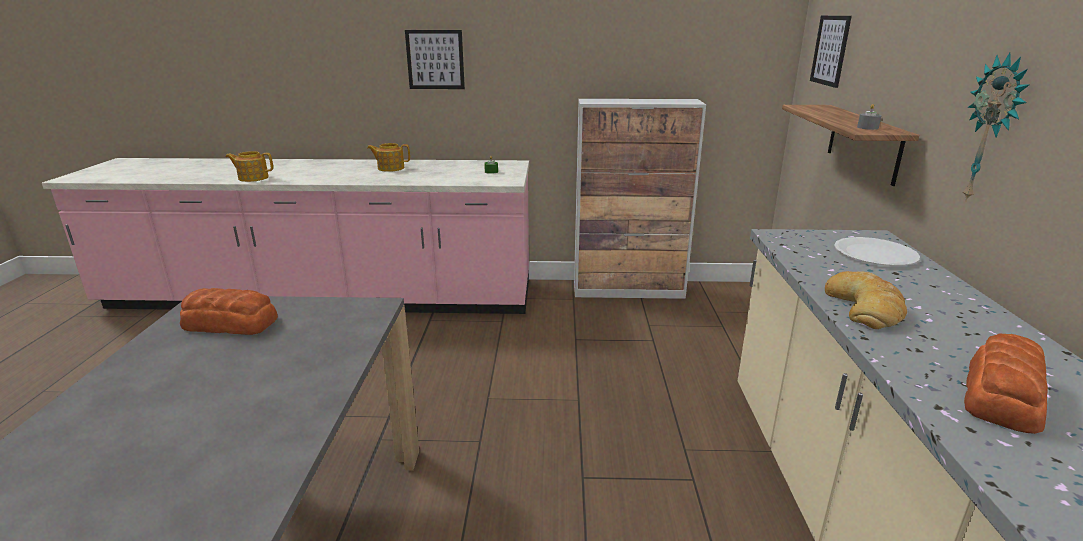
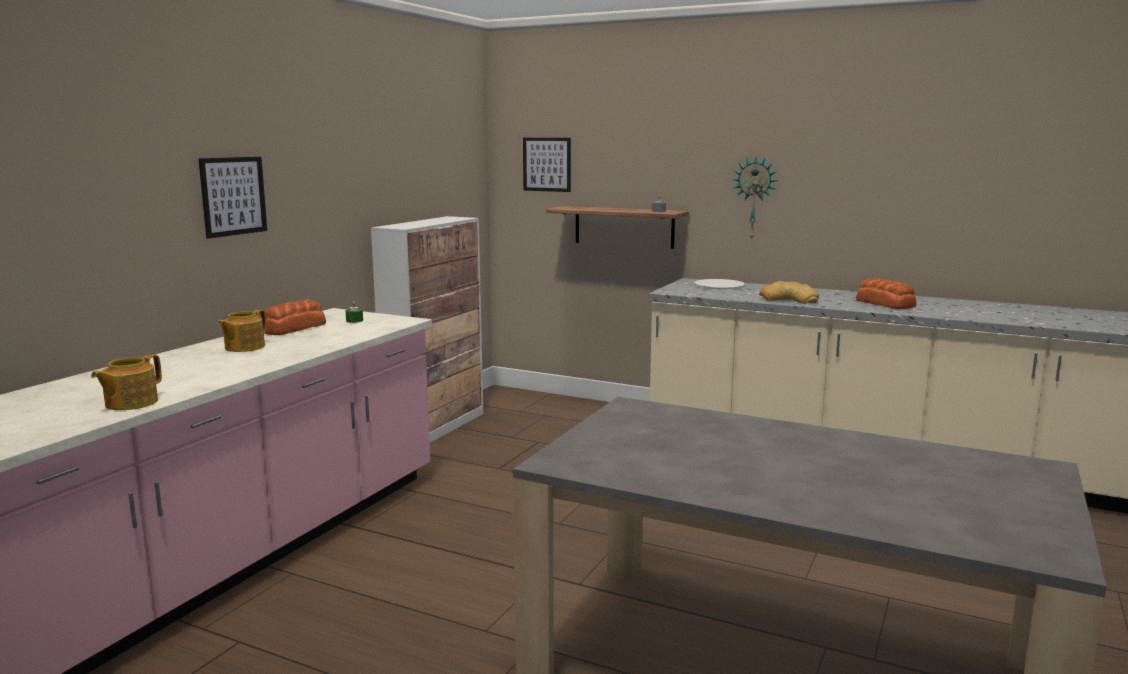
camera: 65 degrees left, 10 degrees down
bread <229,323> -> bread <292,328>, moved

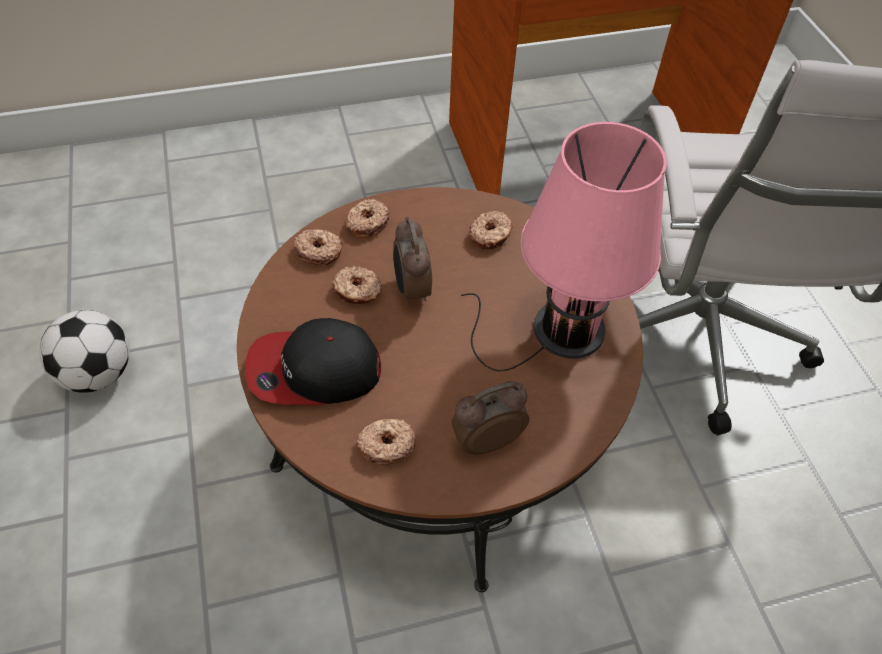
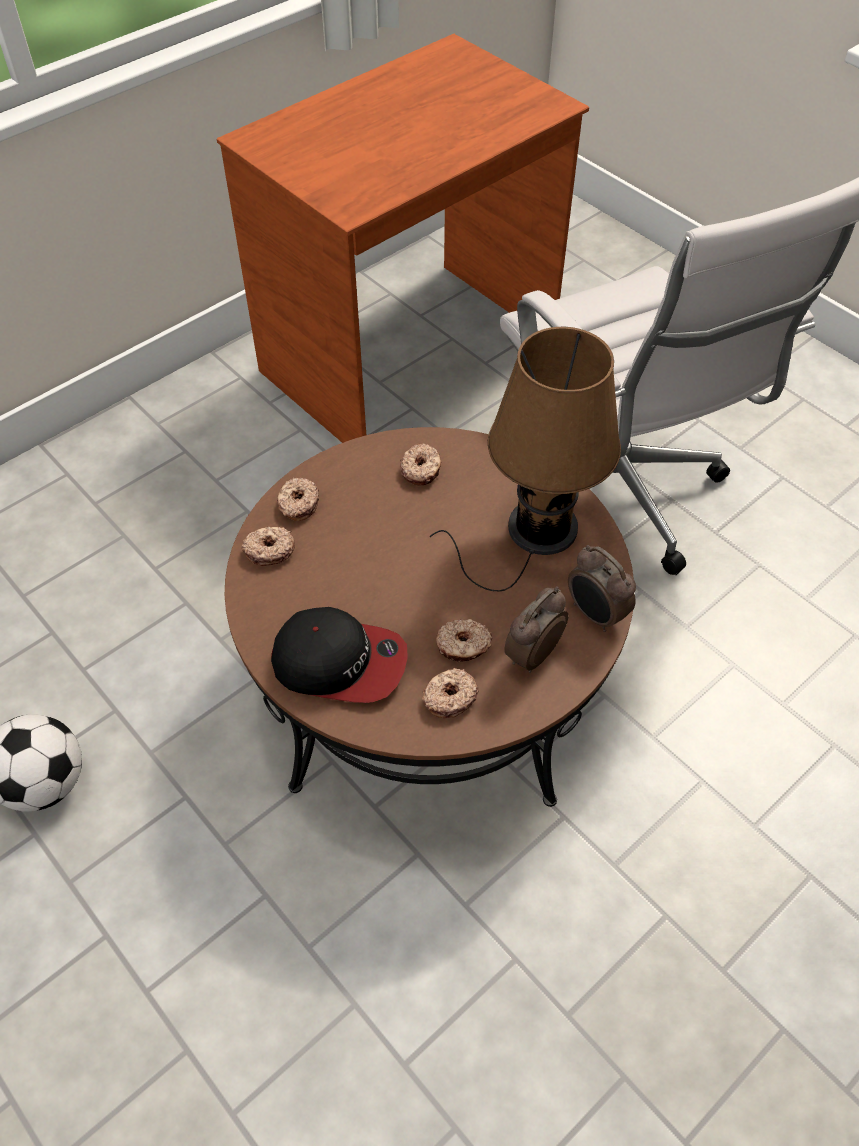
camera: 25 degrees left, 0 degrees up
cap <313,370> -> cap <340,662>, 135 degrees counterclockwise
donut <357,291> -> donut <463,646>, moved
alarm clock <411,290> -> alarm clock <595,615>, moved
pink table lamp <559,331> -> brown table lamp <535,532>

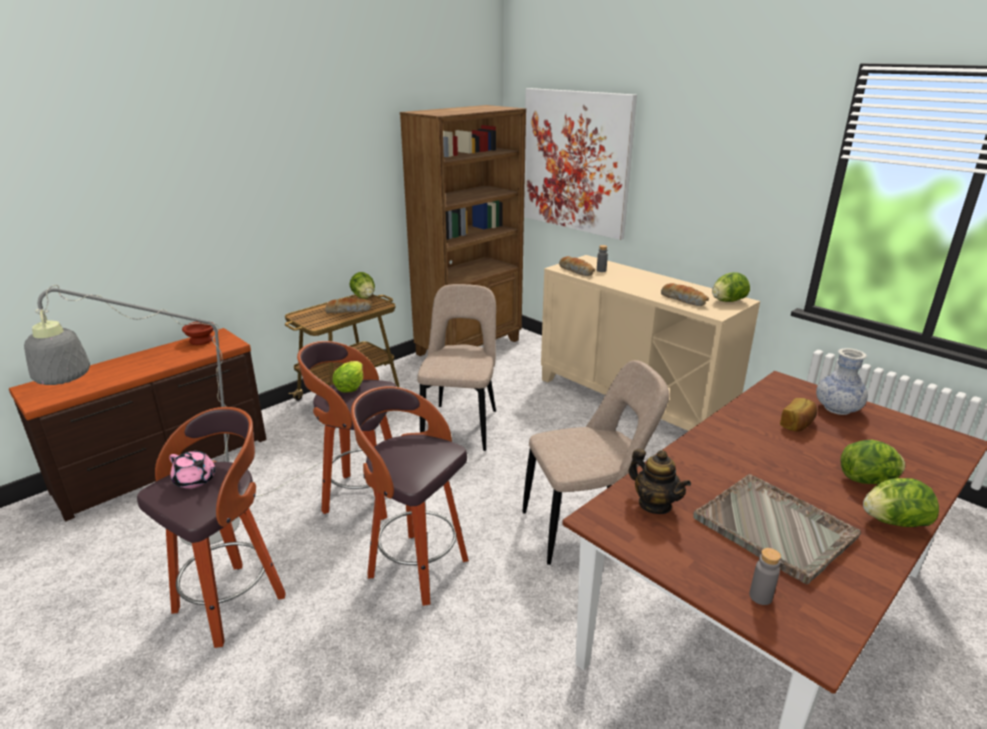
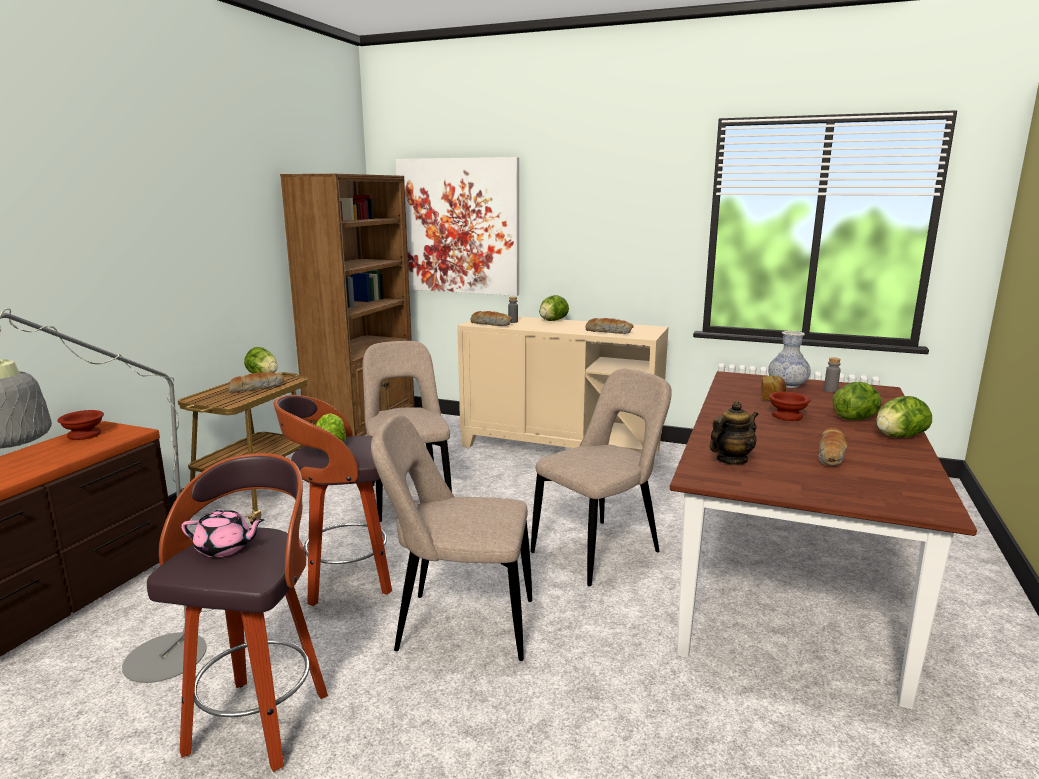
camera: 25 degrees left, 10 degrees down
stool <416,567> -> beige chair <459,625>
teapot <655,504> -> teapot <731,460>, 60 degrees counterclockwise
grey tray <775,528> -> bread <831,455>
lettuce <728,301> -> lettuce <552,320>, moved
grey bottle <760,596> -> grey bottle <830,390>, moved
none -> brown bowl <786,416>

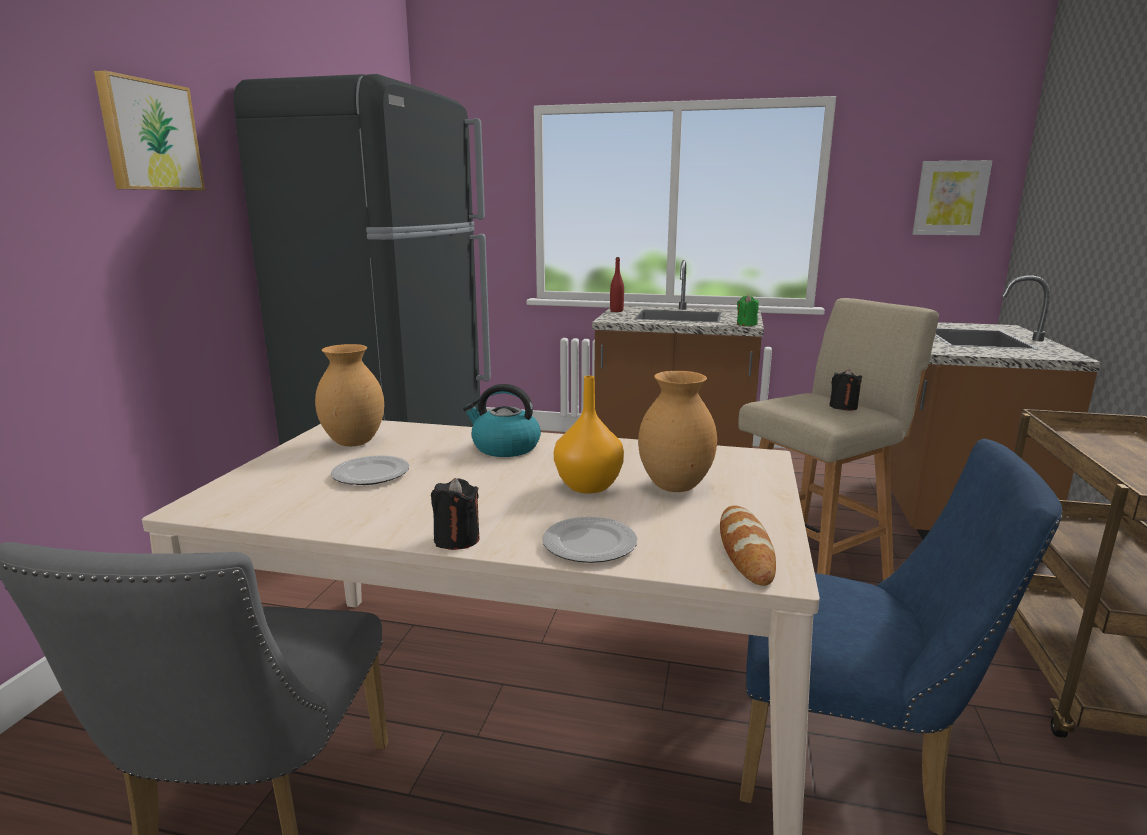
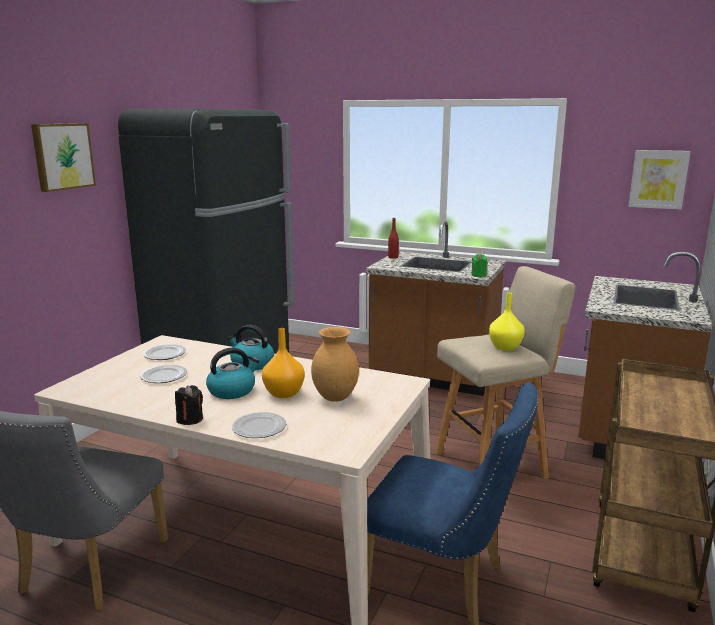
camera: 10 degrees right, 0 degrees up
brown vase <355,442> -> plate <165,354>
bread <745,550> -> none
black candle <843,407> -> yellow vase <505,347>
none -> kettle <232,391>

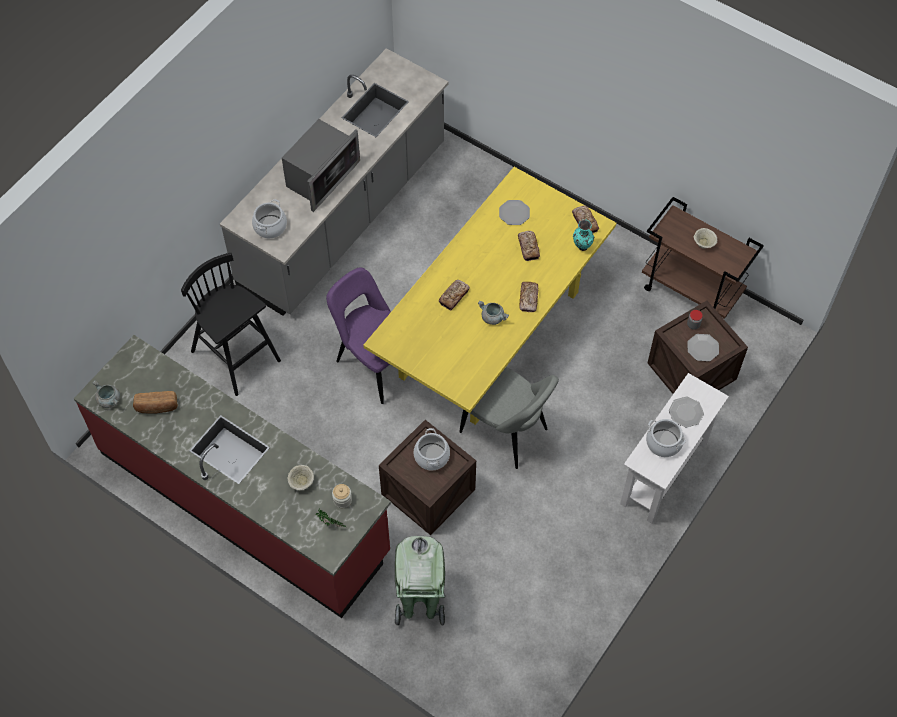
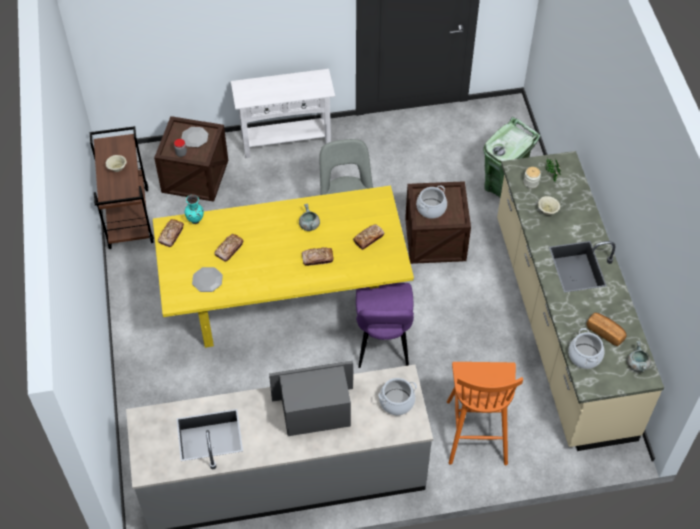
camera: 135 degrees left, 5 degrees down
red counter <244,501> -> beige counter <561,326>
black stool <237,357> -> orange stool <476,431>
bread <528,299> -> bread <368,238>, moved
cooking pot <663,443> -> cooking pot <584,356>, moved
plate <686,412> -> none

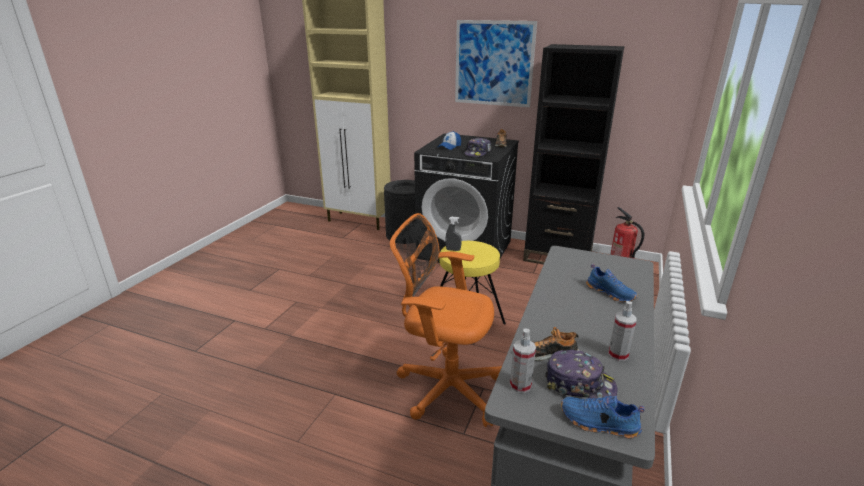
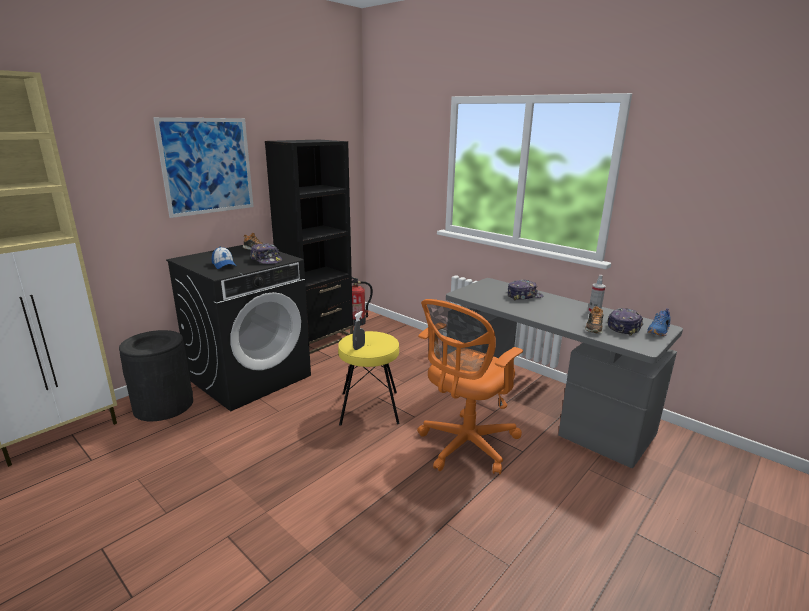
camera: 70 degrees left, 5 degrees down
spray bottle <520,385> -> none
blue shoe <611,293> -> cap <524,296>

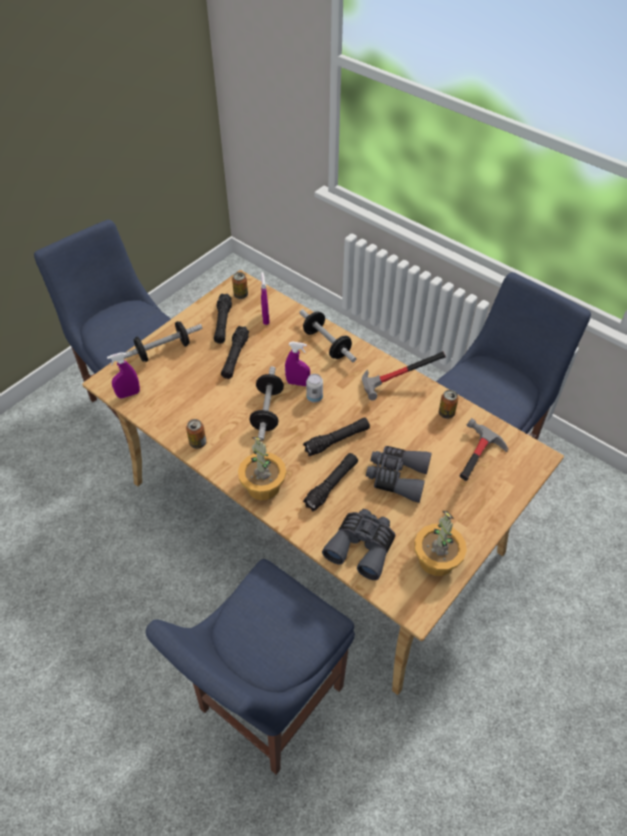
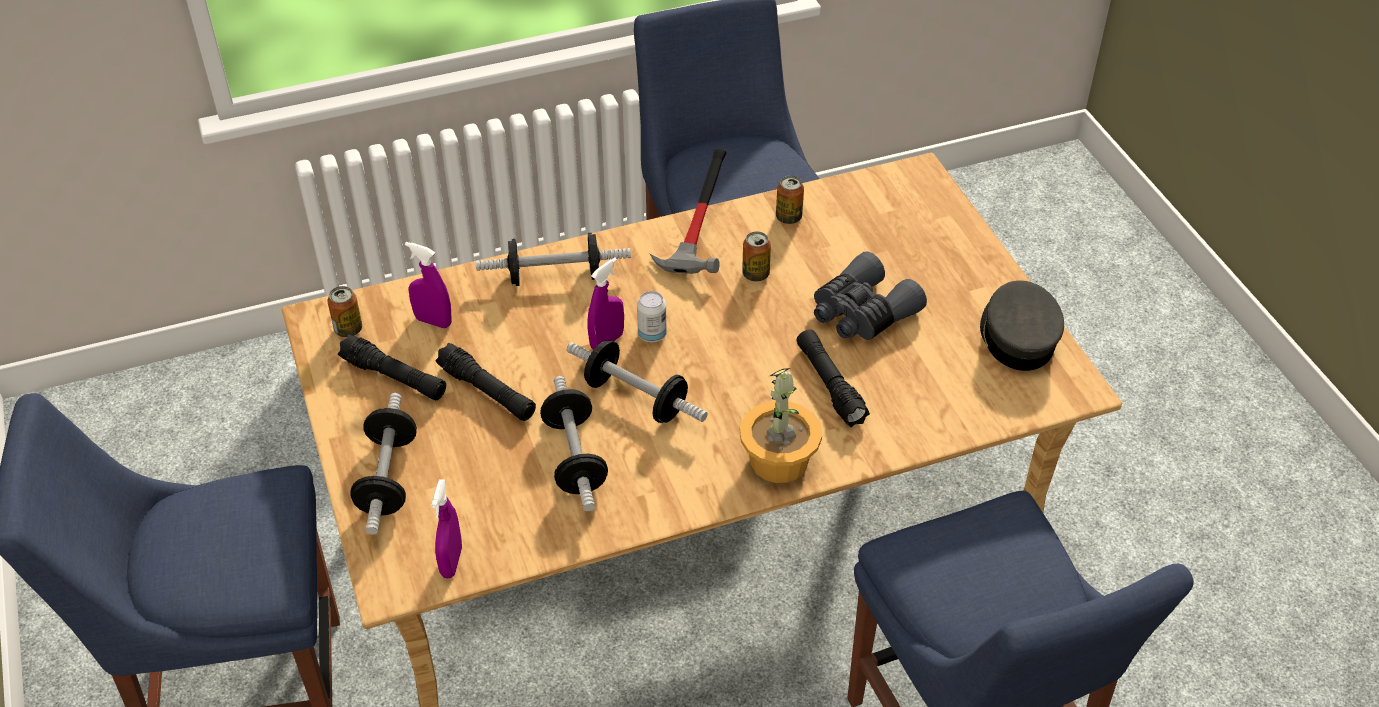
camera: 60 degrees left, 5 degrees down
can <198,443> -> can <755,274>, moved
black flashlight <337,440> -> none
grey binoculars <362,546> -> none
potted plant <436,560> -> grey cap <1016,337>
hammer <472,459> -> none
none -> dumbbell <575,458>

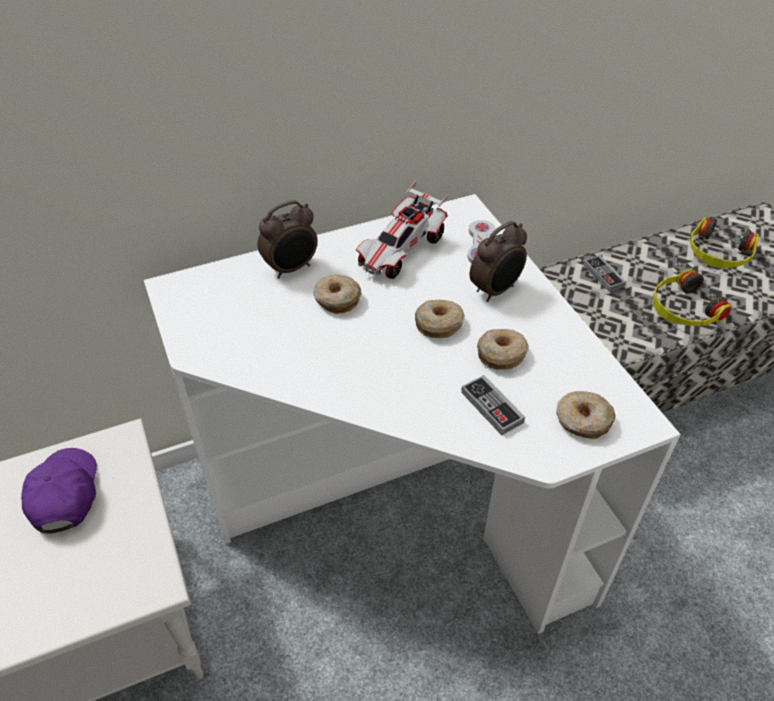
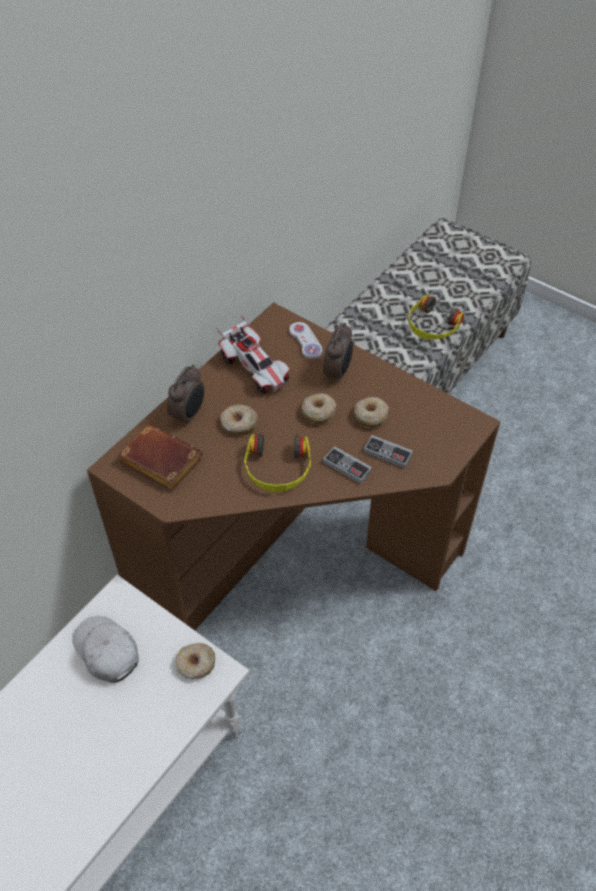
camera: 30 degrees left, 5 degrees up
purple cap <64,494> -> white cap <107,652>
white desk <397,504> -> brown desk <292,553>
toy car <401,251> -> toy car <255,369>, 45 degrees counterclockwise
donut <582,421> -> donut <196,664>, moved
game controller <603,275> -> game controller <347,467>, moved
headphones <718,253> -> headphones <277,469>, moved
none -> brown book <158,462>

